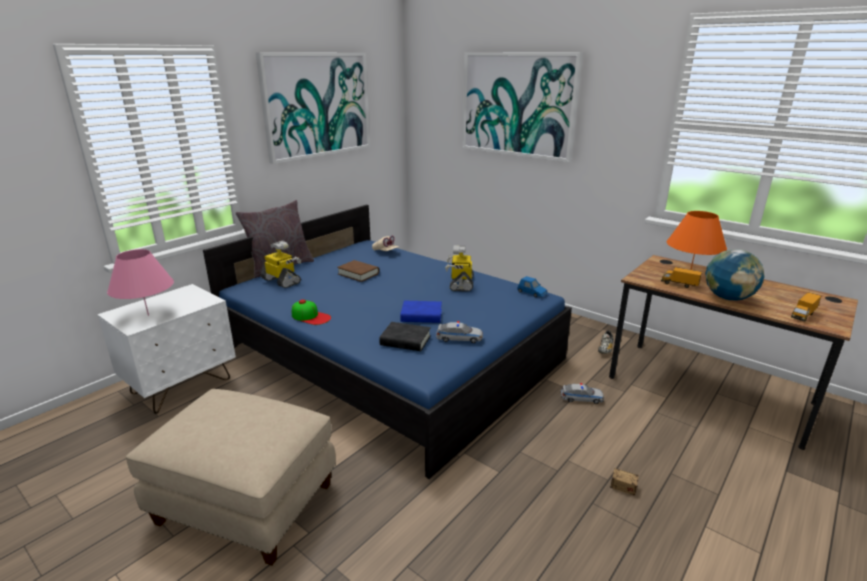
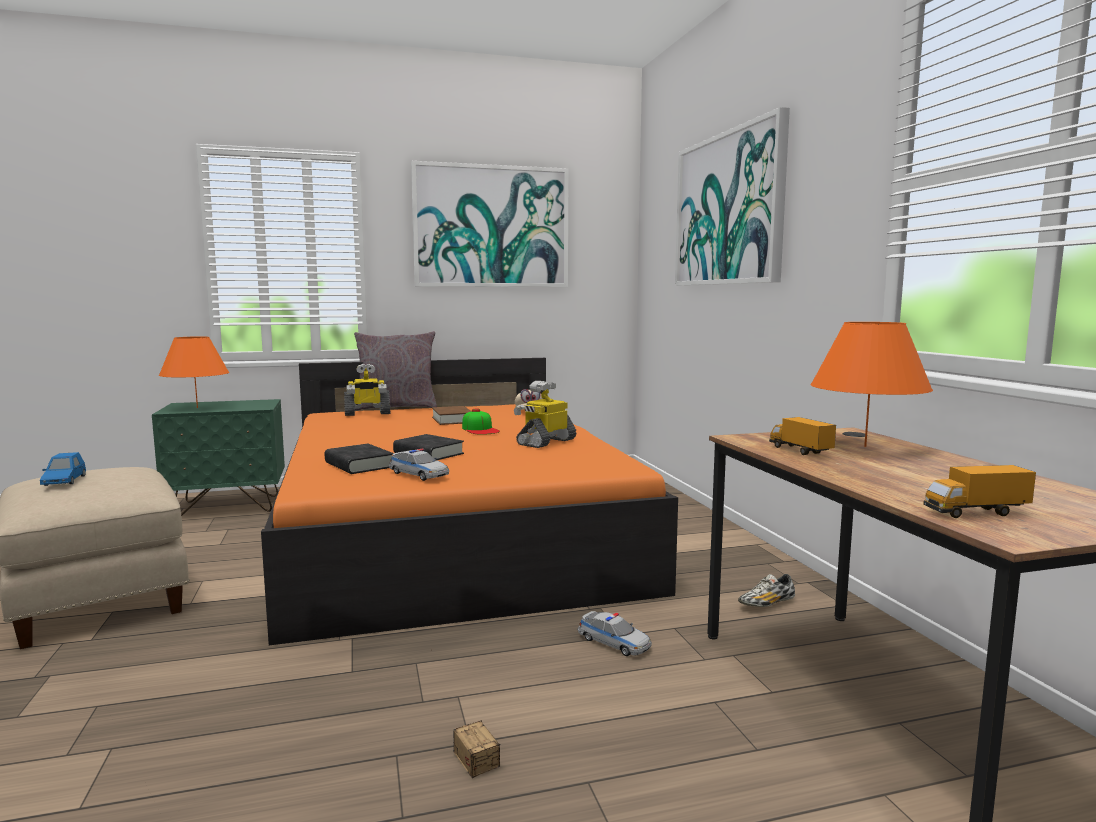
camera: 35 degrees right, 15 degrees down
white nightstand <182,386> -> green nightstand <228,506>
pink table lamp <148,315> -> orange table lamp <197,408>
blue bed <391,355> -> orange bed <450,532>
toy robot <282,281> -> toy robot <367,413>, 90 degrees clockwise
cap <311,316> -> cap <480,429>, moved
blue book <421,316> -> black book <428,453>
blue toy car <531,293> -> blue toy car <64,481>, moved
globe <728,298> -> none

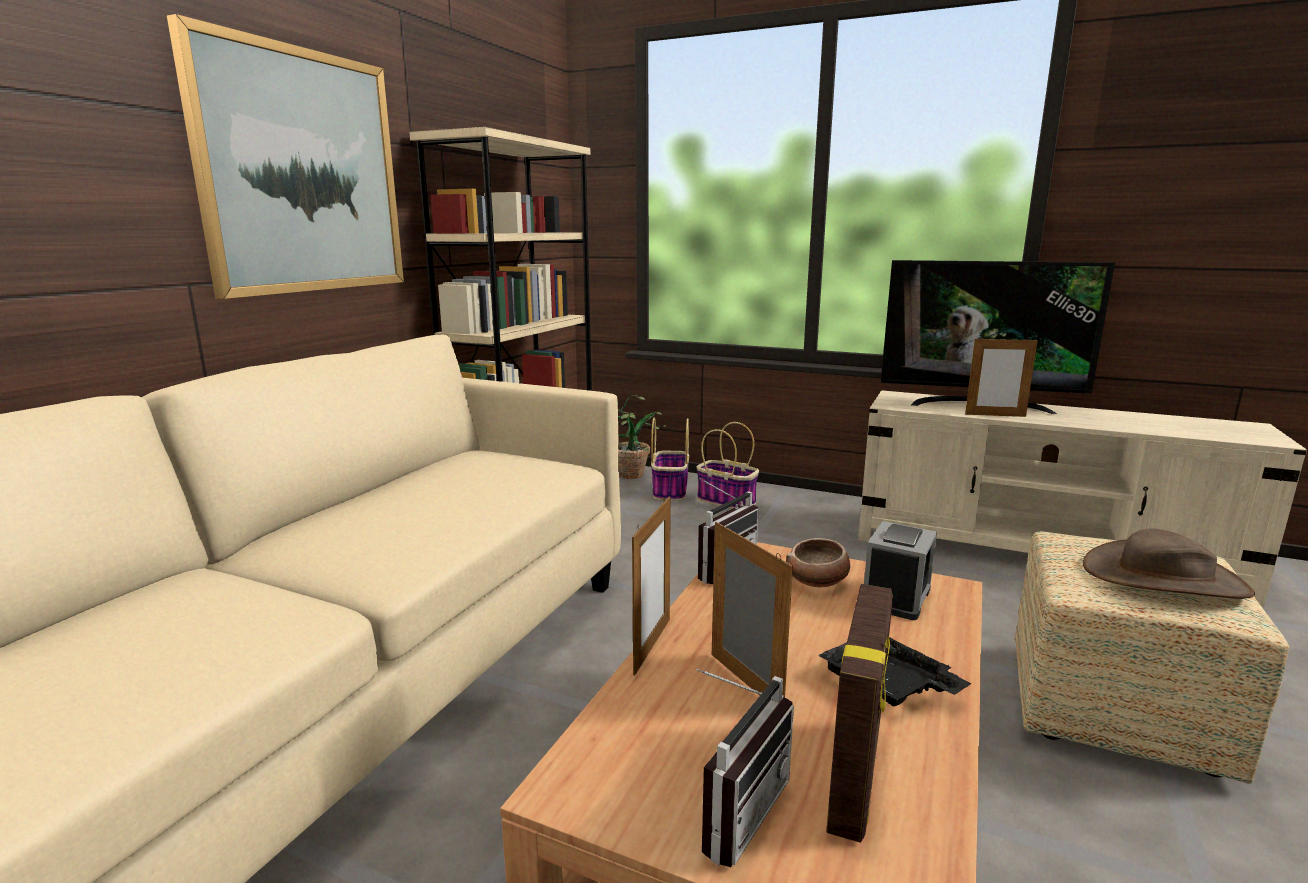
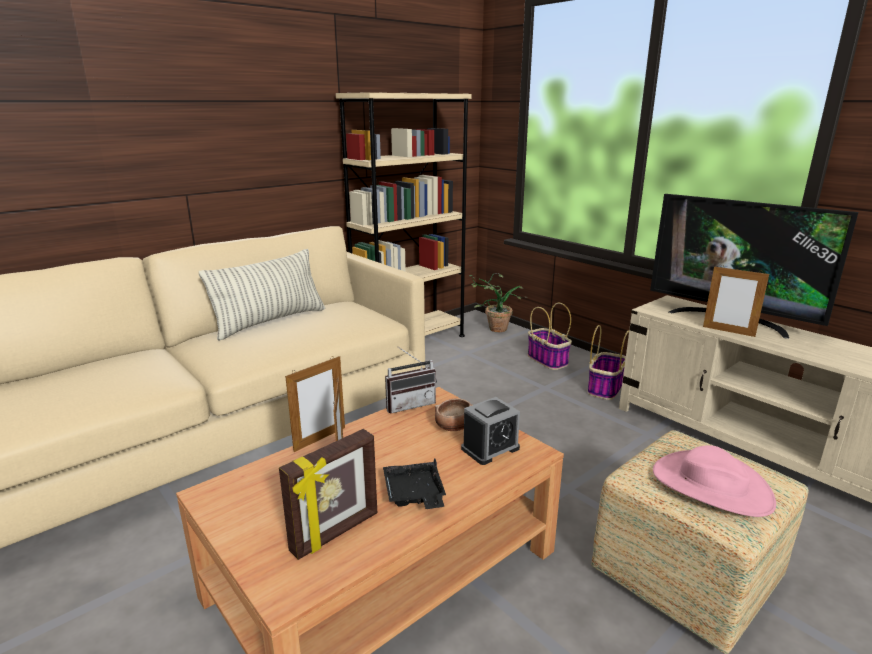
camera: 25 degrees right, 5 degrees up
picture <302,173> -> none
basket <670,490> -> basket <605,387>, moved
radio <733,809> -> none
brown hat <1164,578> -> pink hat <711,486>
none -> pillow <270,322>

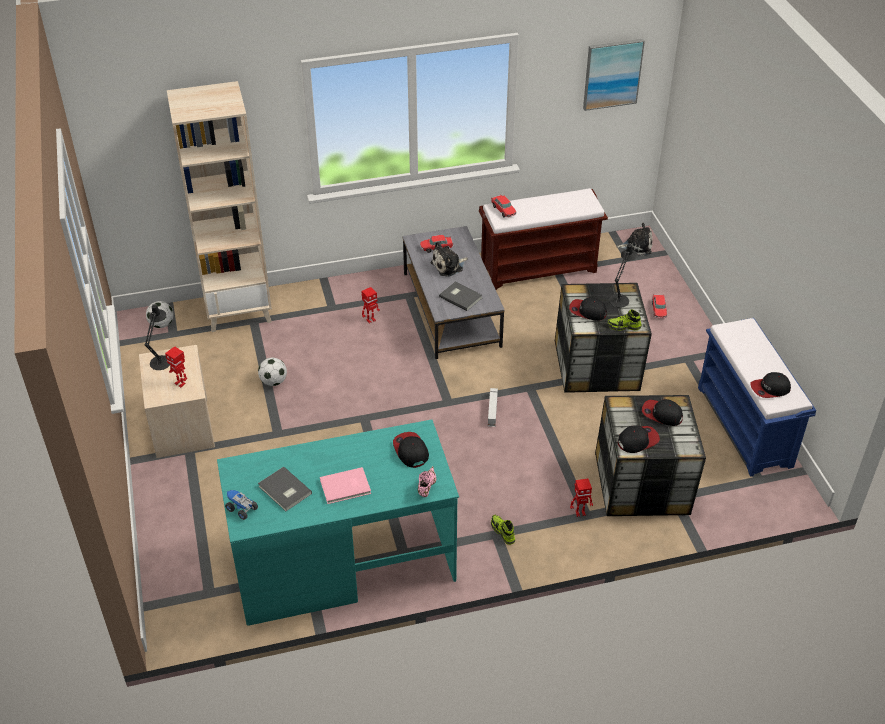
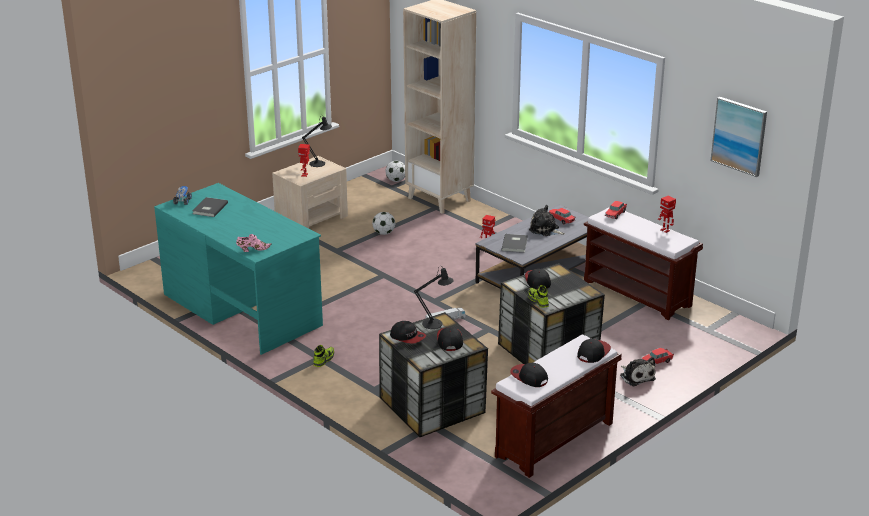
camera: 60 degrees right, 15 degrees down
pink book <346,487> -> none
cap <410,451> -> cap <593,353>, moved
toy robot <580,512> -> toy robot <665,230>, moved
black table lamp <620,299> -> black table lamp <435,323>, moved
plush toy <637,246> -> plush toy <636,376>, moved
blue bench <745,427> -> brown bench <554,441>

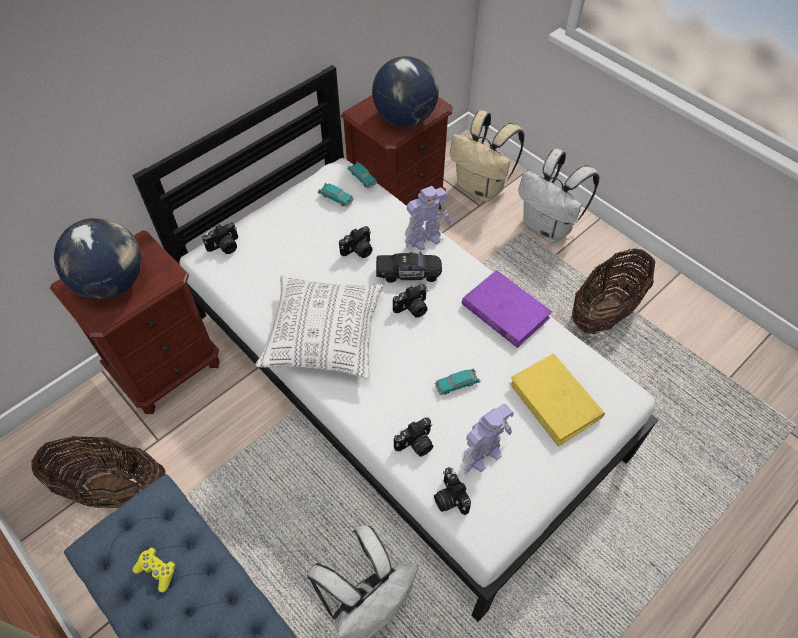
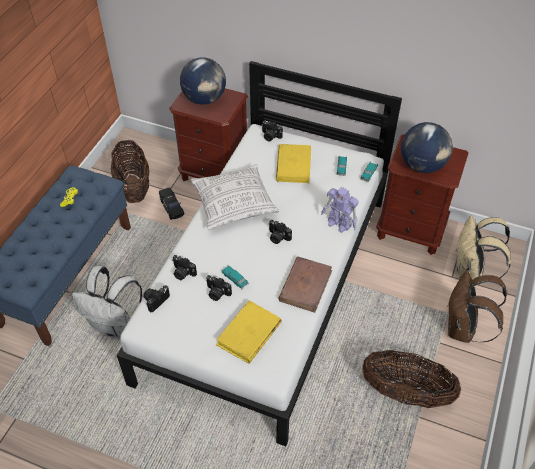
camera: 65 degrees right, 5 degrees down
photo camera <358,251> -> photo camera <217,293>, moved
black toy car <408,273> -> black toy car <172,207>, moved
purple book <504,311> -> brown book <305,285>
toy robot <483,453> -> none
white backpack <548,228> -> brown backpack <463,329>
none -> yellow book <293,165>

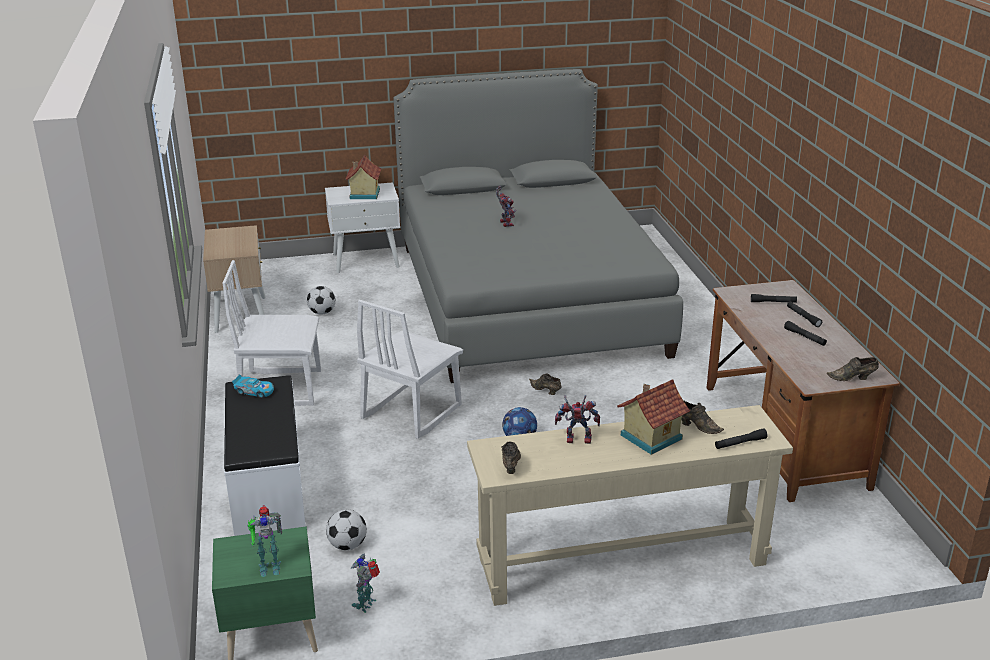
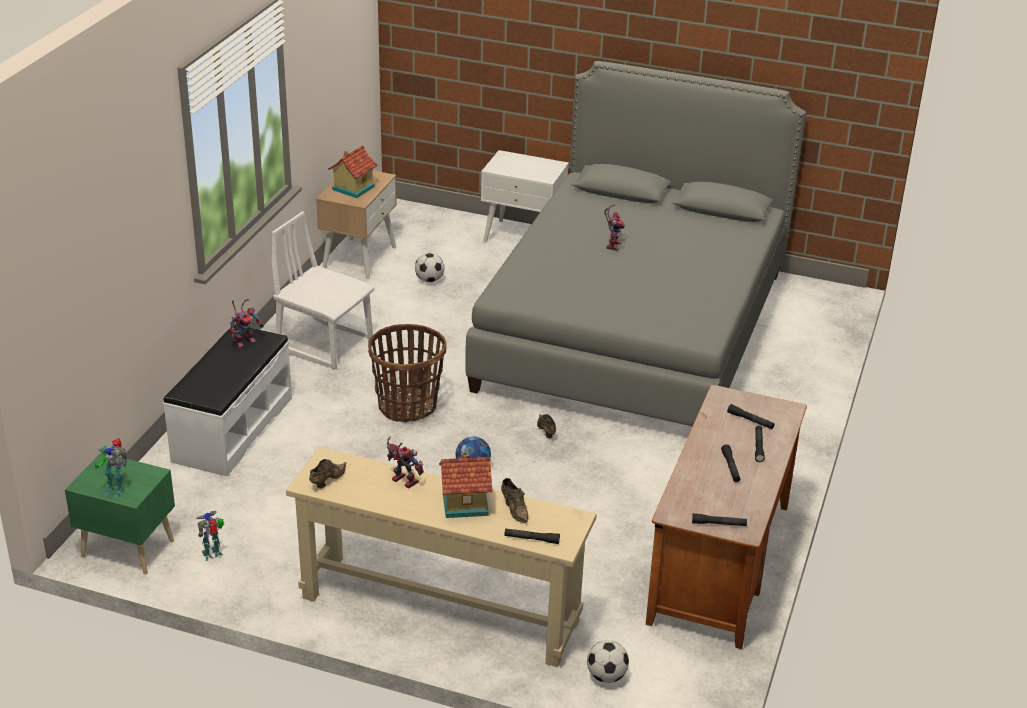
camera: 30 degrees right, 5 degrees up
toy car <254,391> -> toy robot <245,340>
football <347,545> -> football <606,676>, moved
toy house <363,194> -> toy house <352,188>, moved
white chair <410,412> -> basket <407,406>
brown shoe <853,378> -> black flashlight <719,524>

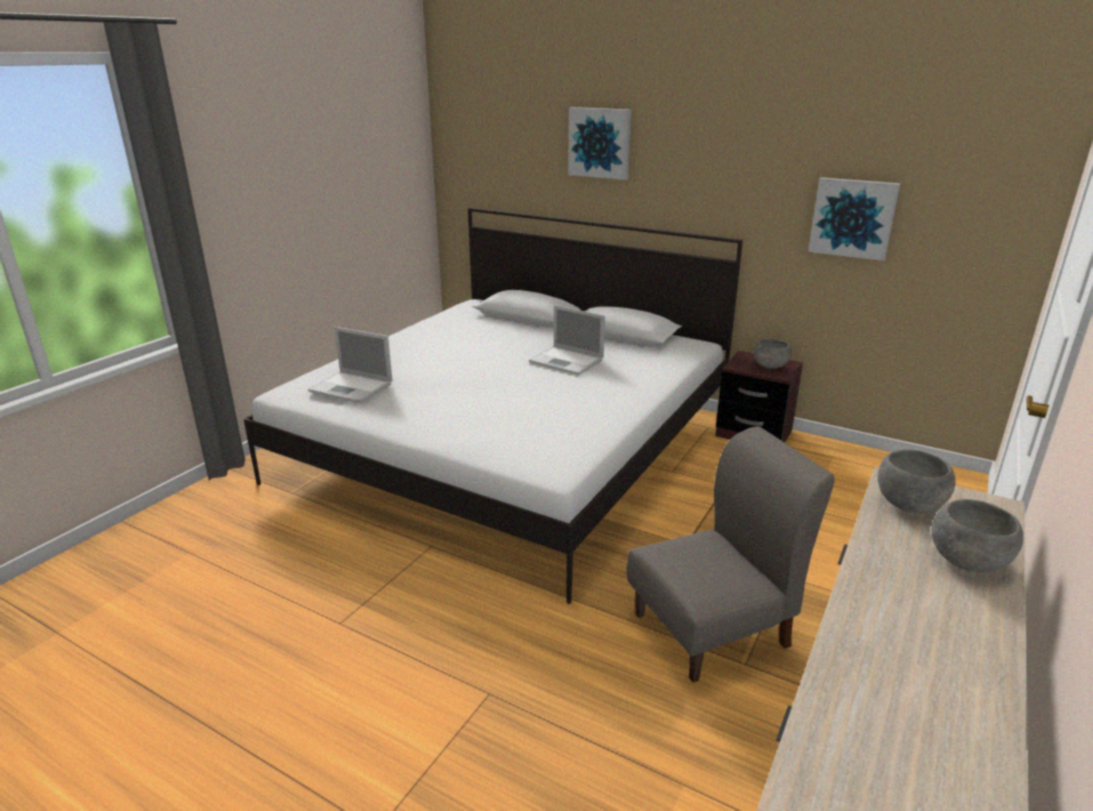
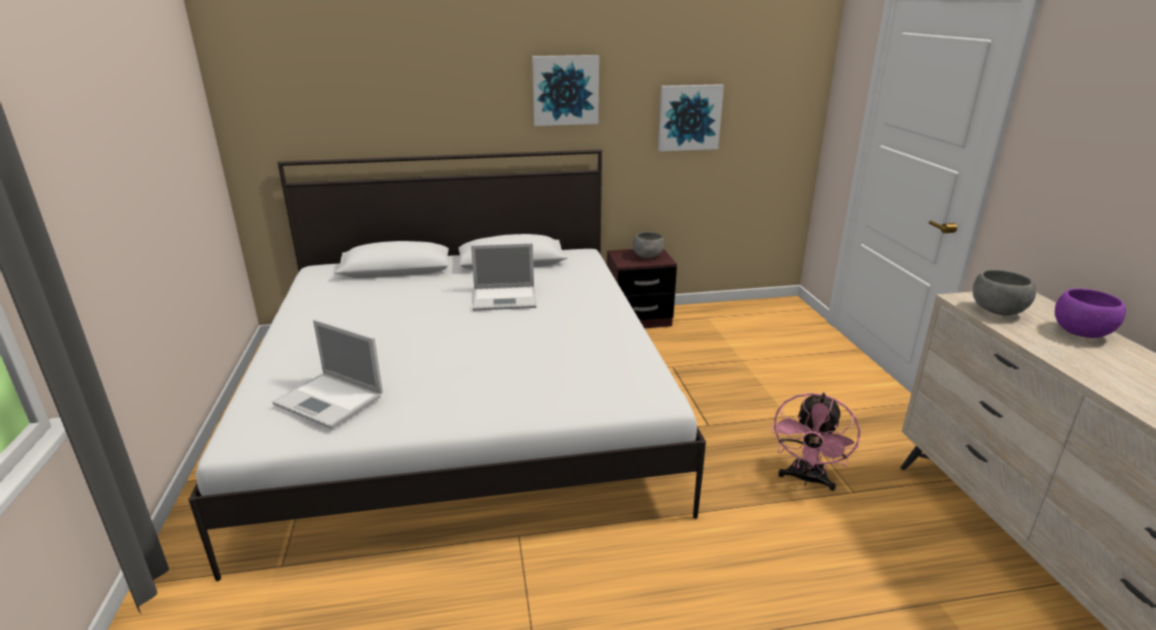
camera: 40 degrees left, 0 degrees up
laptop <352,388> -> laptop <330,400>, 45 degrees clockwise
picture <600,143> -> picture <565,90>, moved
grey chair <712,630> -> pink fan <806,479>
grey bowl <968,562> -> purple bowl <1081,333>

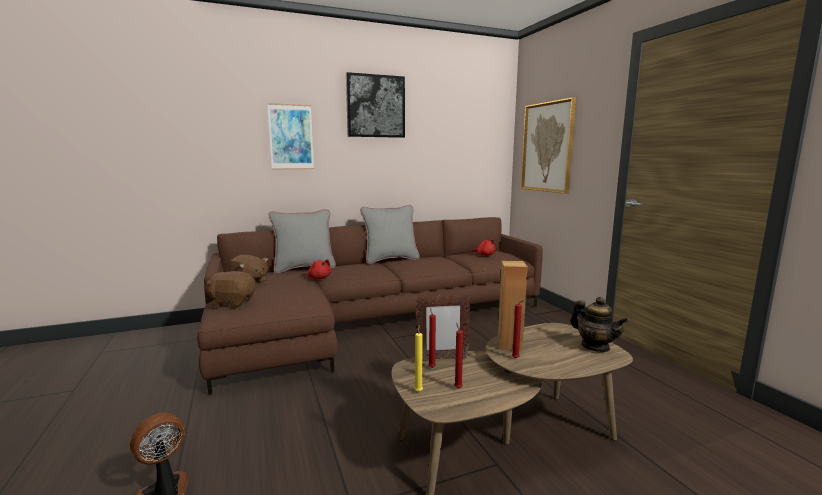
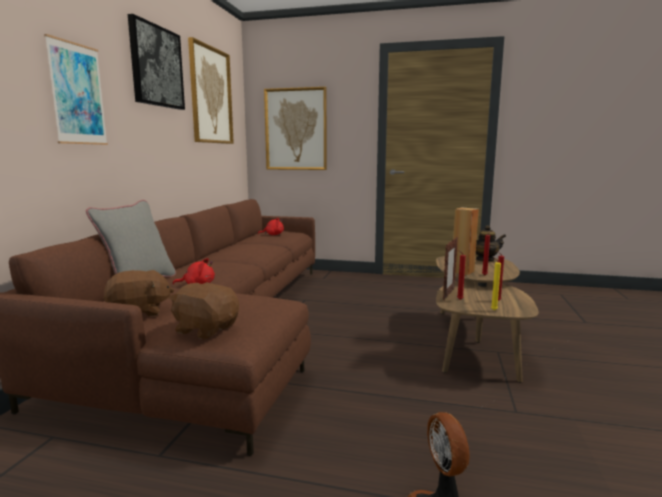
camera: 55 degrees left, 0 degrees up
brown plush toy <232,303> -> brown plush toy <206,329>, 75 degrees clockwise
grey pillow <390,259> -> none
none -> picture <211,96>

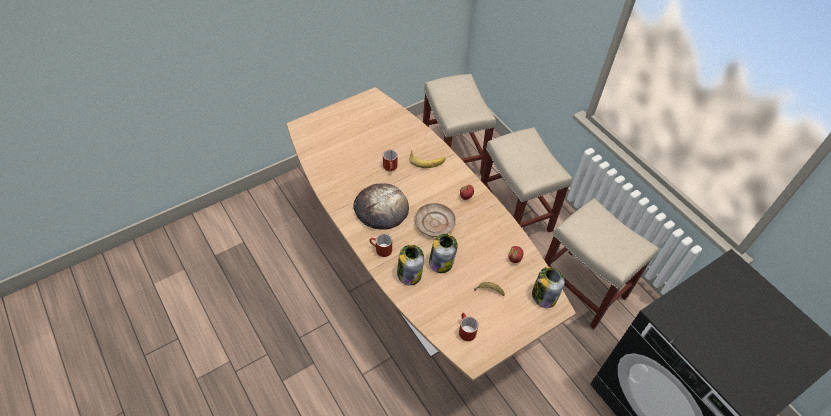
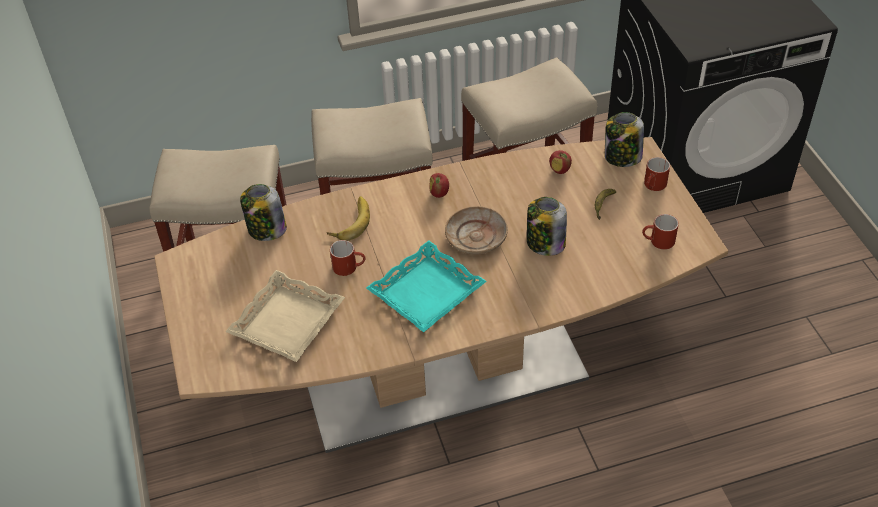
camera: 70 degrees left, 5 degrees down
bread <381,208> -> turquoise tray <427,292>
red mug <380,250> -> red mug <654,186>, moved
jar <409,273> -> jar <266,229>, moved
none -> beige tray <286,321>

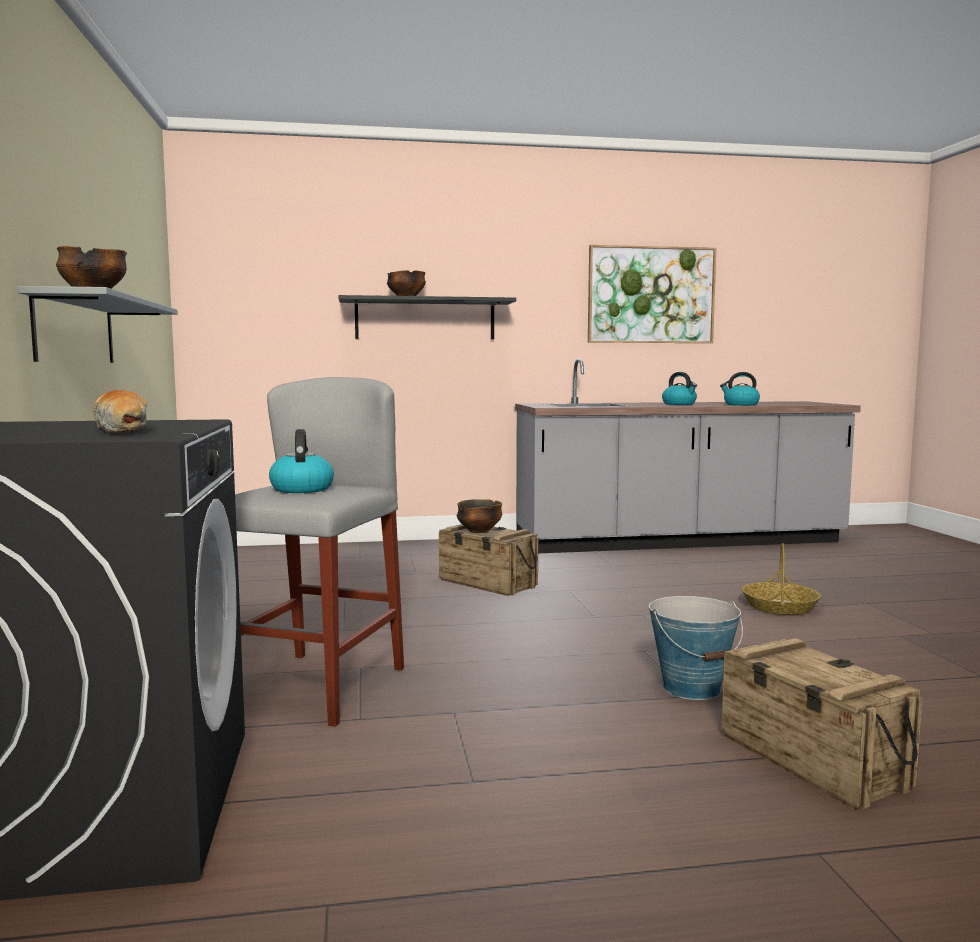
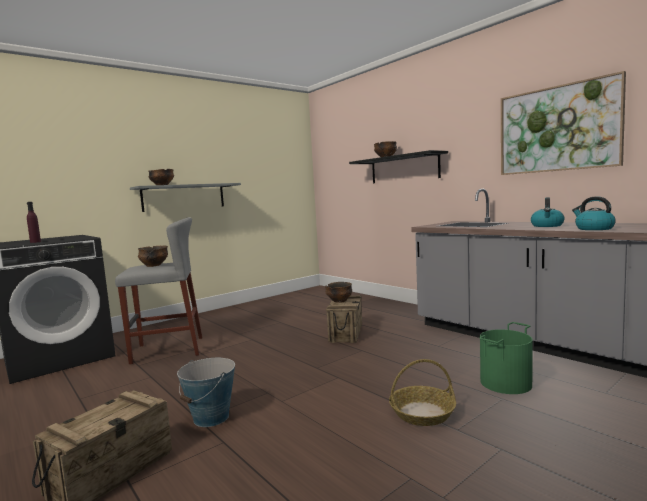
camera: 60 degrees right, 0 degrees up
bread <122,430> -> purple bottle <35,242>
kettle <301,489> -> bowl <154,265>
none -> green bucket <506,383>

